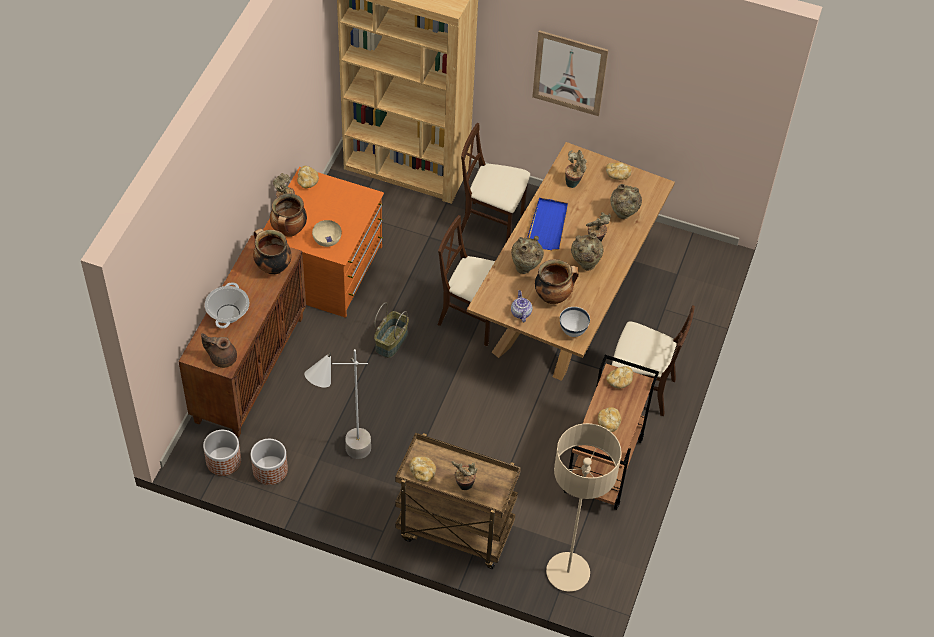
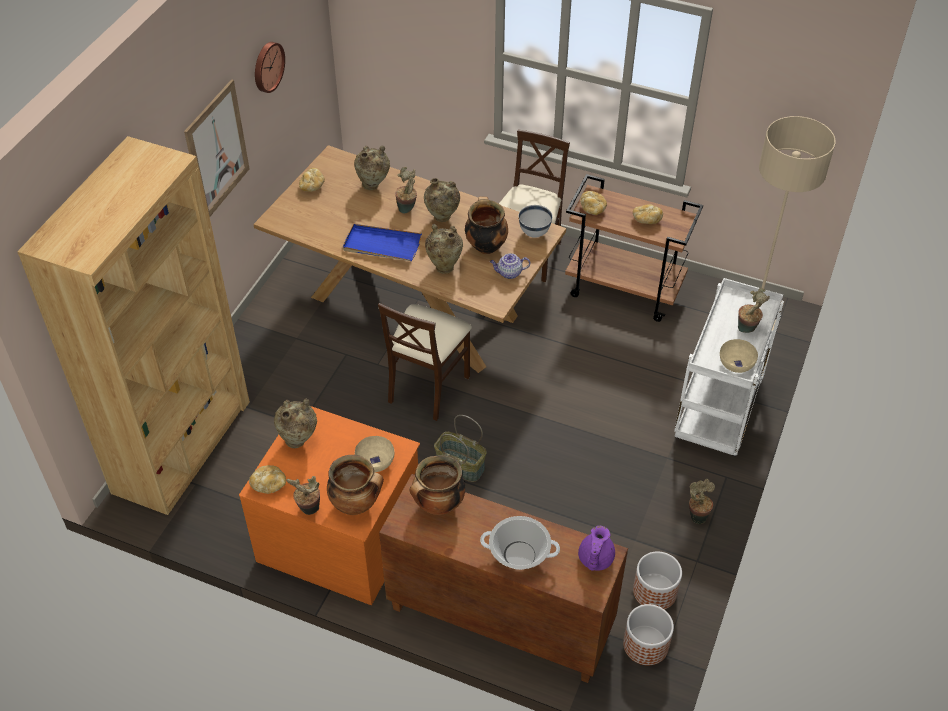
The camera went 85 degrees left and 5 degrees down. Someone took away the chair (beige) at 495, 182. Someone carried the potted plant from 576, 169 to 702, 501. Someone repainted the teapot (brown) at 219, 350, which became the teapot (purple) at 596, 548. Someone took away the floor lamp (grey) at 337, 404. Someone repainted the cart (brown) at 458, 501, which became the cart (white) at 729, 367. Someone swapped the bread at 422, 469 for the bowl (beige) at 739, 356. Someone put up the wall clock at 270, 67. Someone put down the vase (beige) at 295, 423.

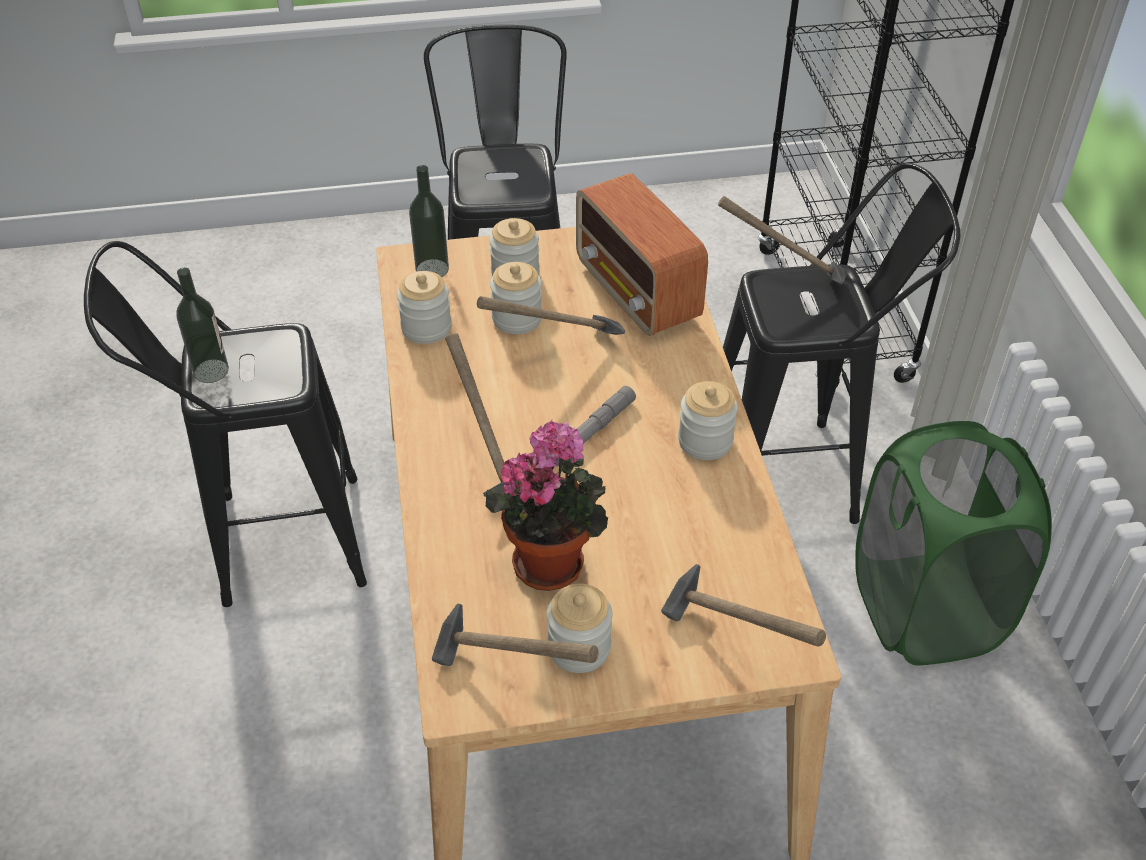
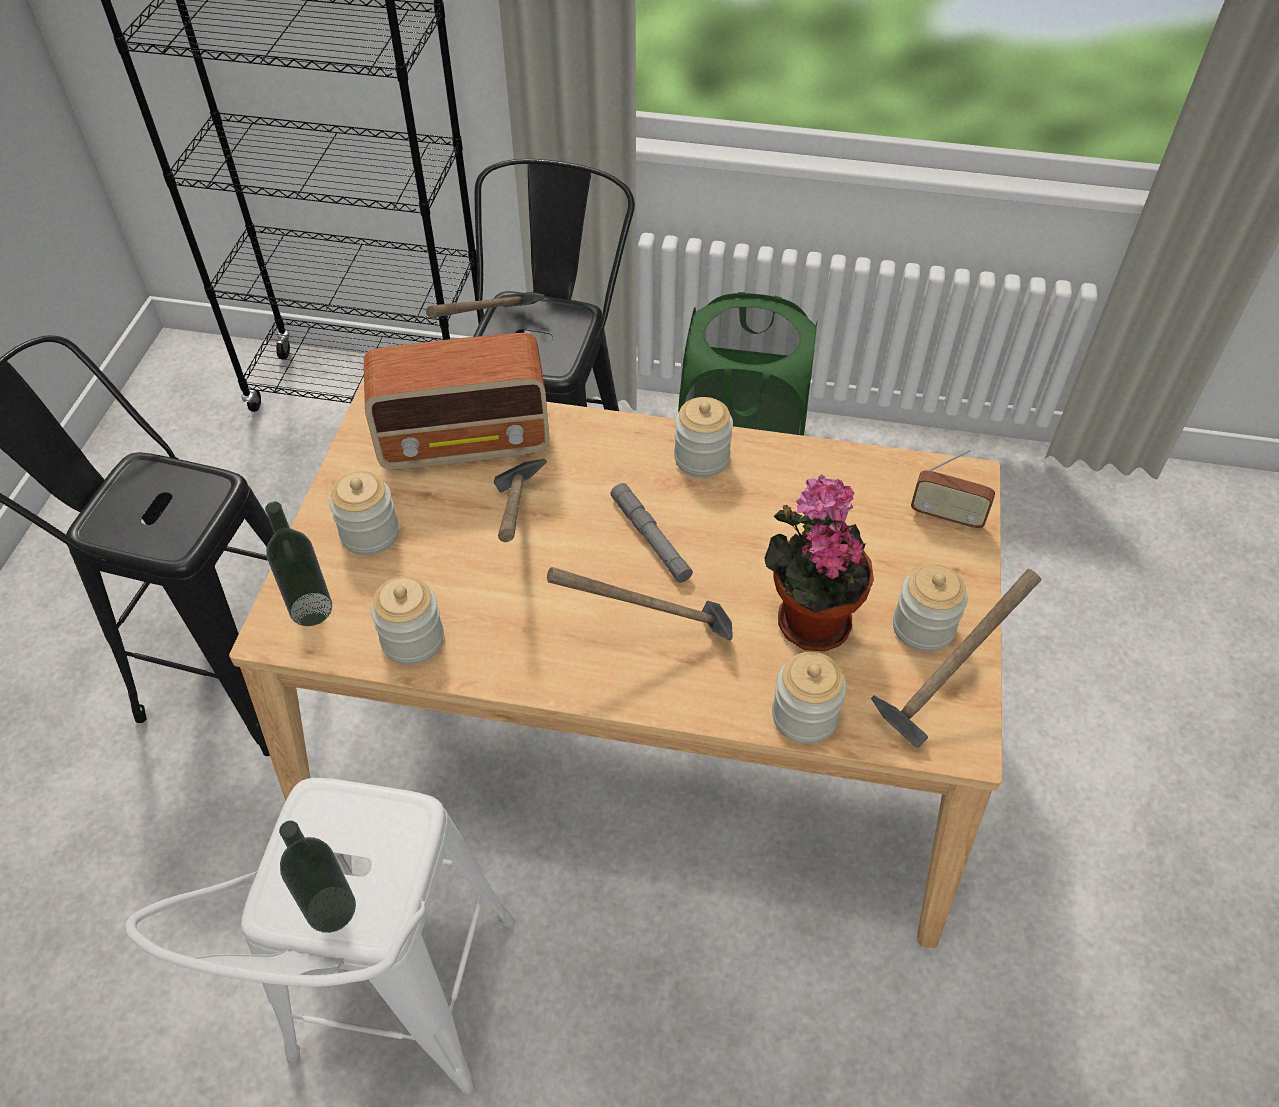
The camera went 70 degrees left and 5 degrees up. Someone repainted the stool (black) at 225, 424, which became the stool (white) at 320, 937. Someone carried the jar from 516, 298 to 809, 698. Someone swapped the hammer at 743, 605 for the radio at 953, 489.

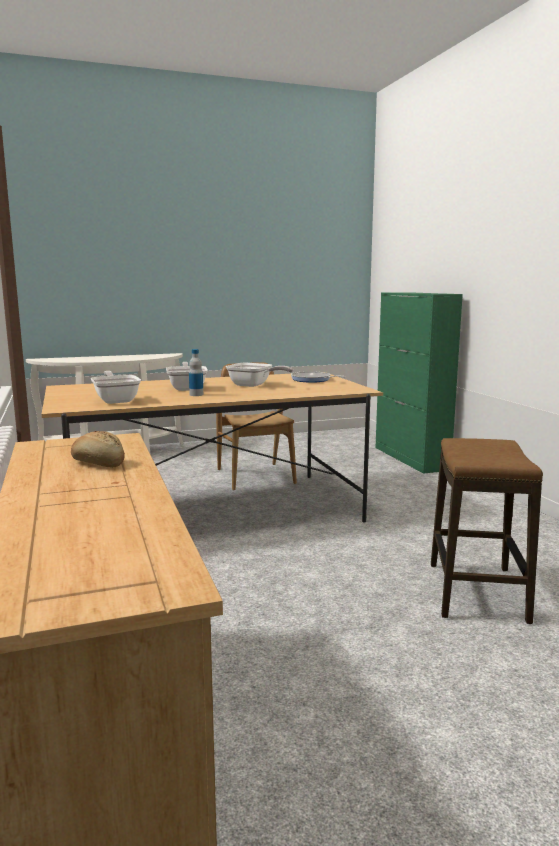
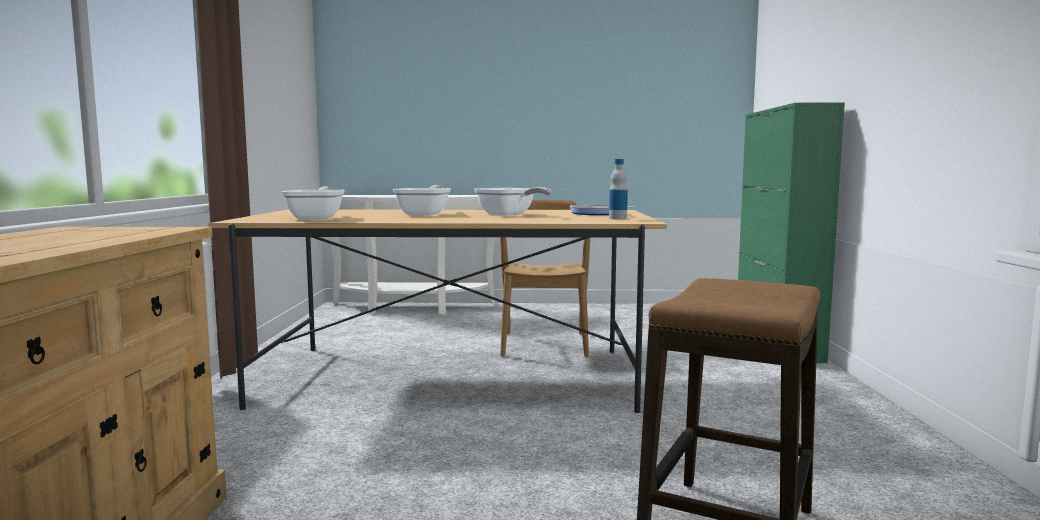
The camera went 20 degrees right and 5 degrees down. Someone carried the bottle from 196, 372 to 618, 189. Someone took away the bread at 98, 449.

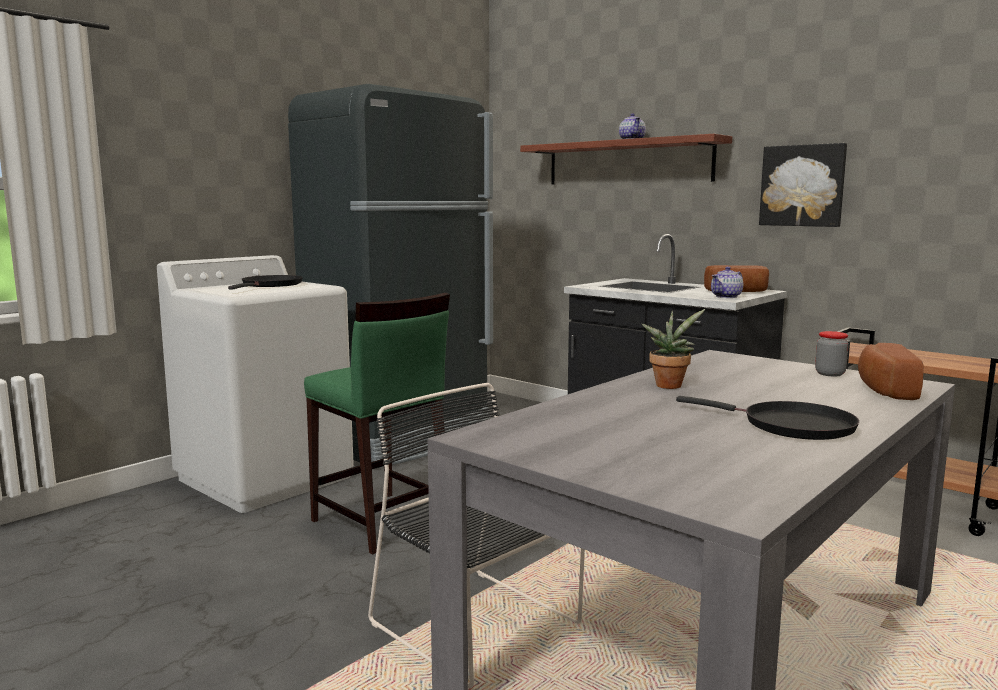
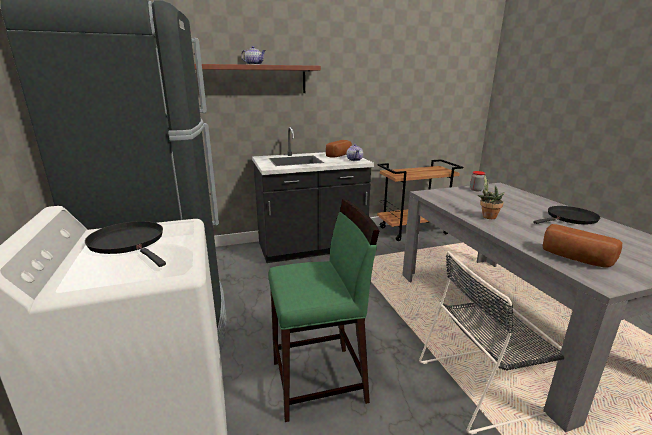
The camera went 60 degrees left and 10 degrees up. Someone took away the picture at 803, 185. Someone carried the bread from 891, 371 to 582, 246.

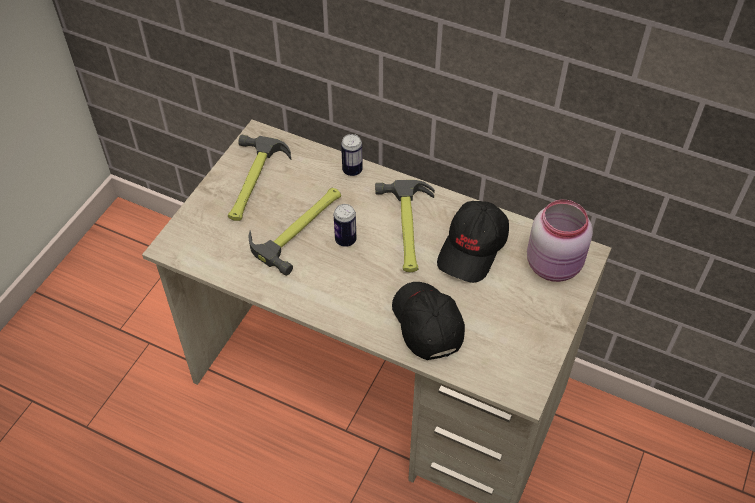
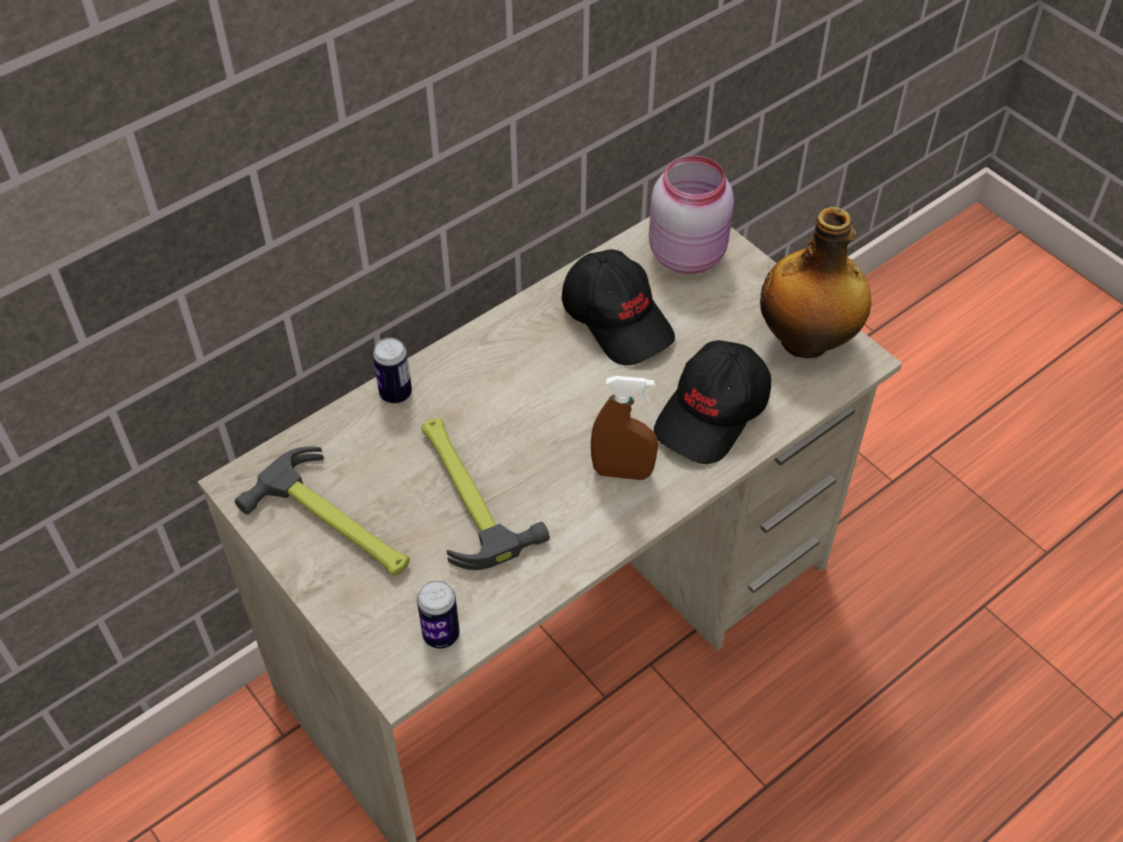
The camera went 65 degrees left and 0 degrees up. Someone took away the hammer at 405, 226. Someone carried the can from 345, 225 to 438, 614. Someone rotated the cap (black) at 428, 321 by 60 degrees counterclockwise. Someone put down the bottle at 816, 282. Someone put down the spray bottle (brown) at 624, 428.

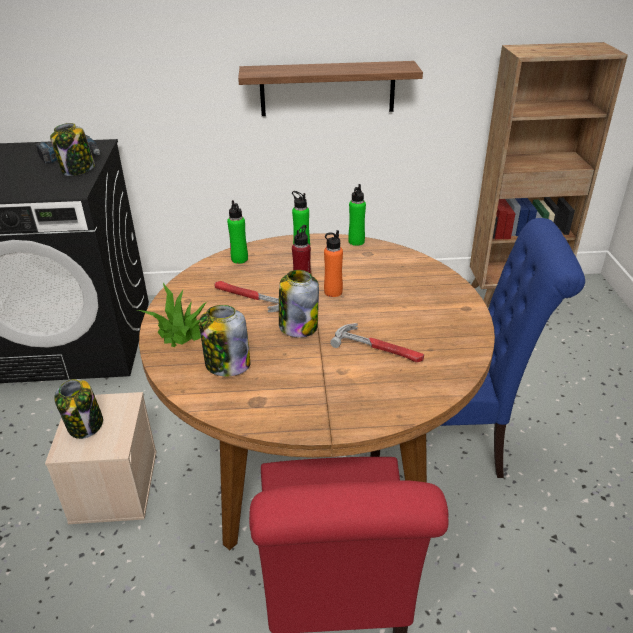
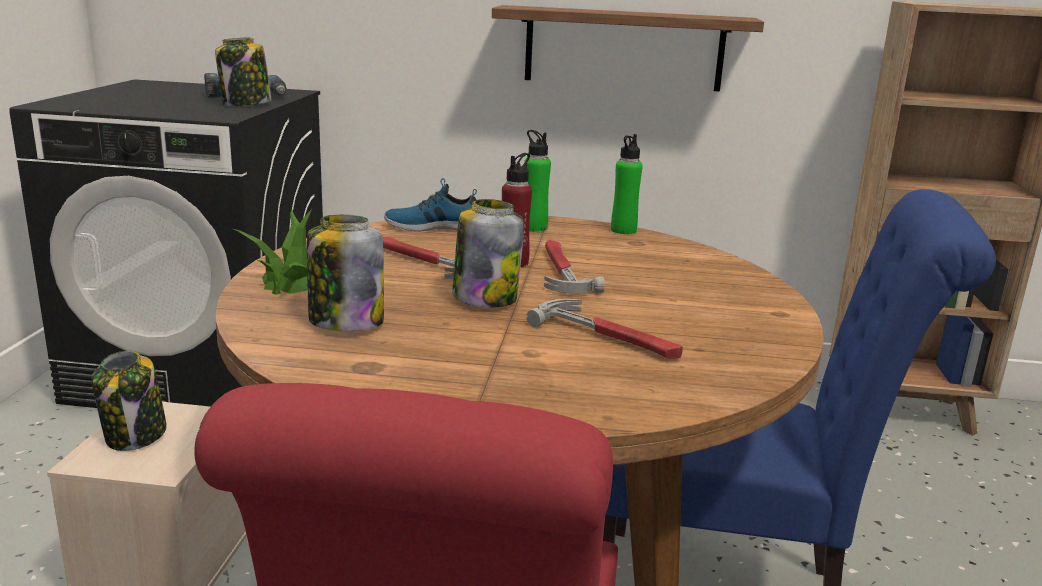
The camera went 10 degrees right and 15 degrees down. Someone swapped the bottle (green) at 237, 232 for the shoe at 430, 204. Someone swapped the bottle (orange) at 333, 263 for the hammer at 574, 267.

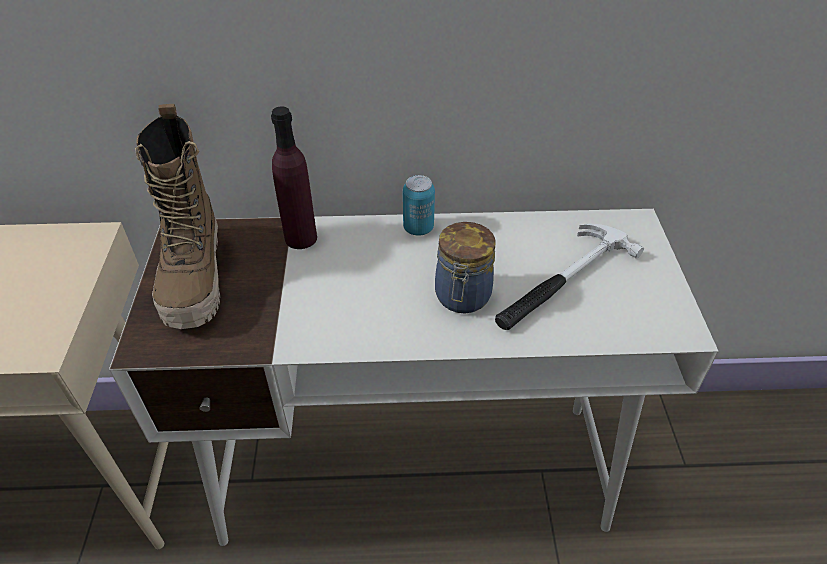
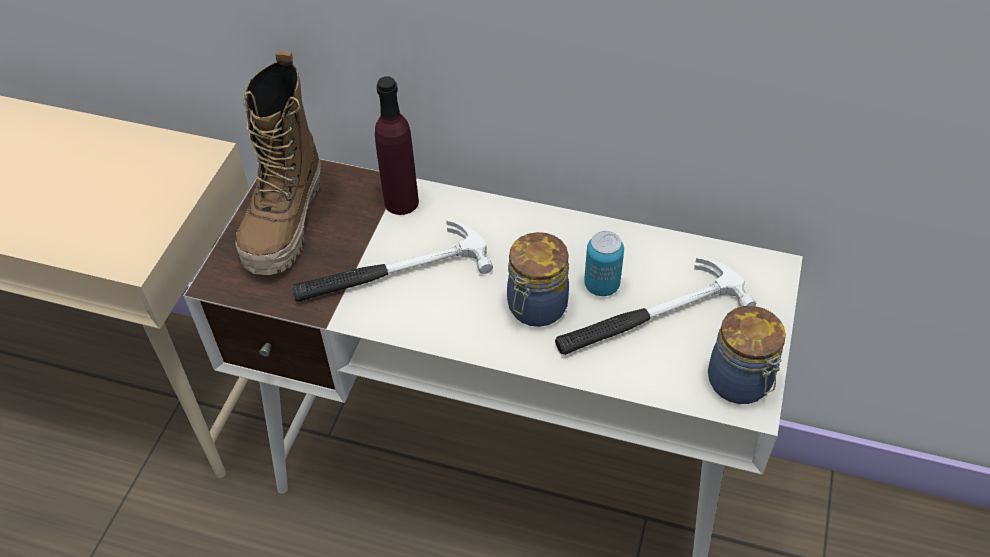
The camera went 20 degrees right and 5 degrees up. Someone carried the can from 419, 205 to 604, 263. Someone put down the hammer at 392, 261. Someone put down the jar at 747, 355.

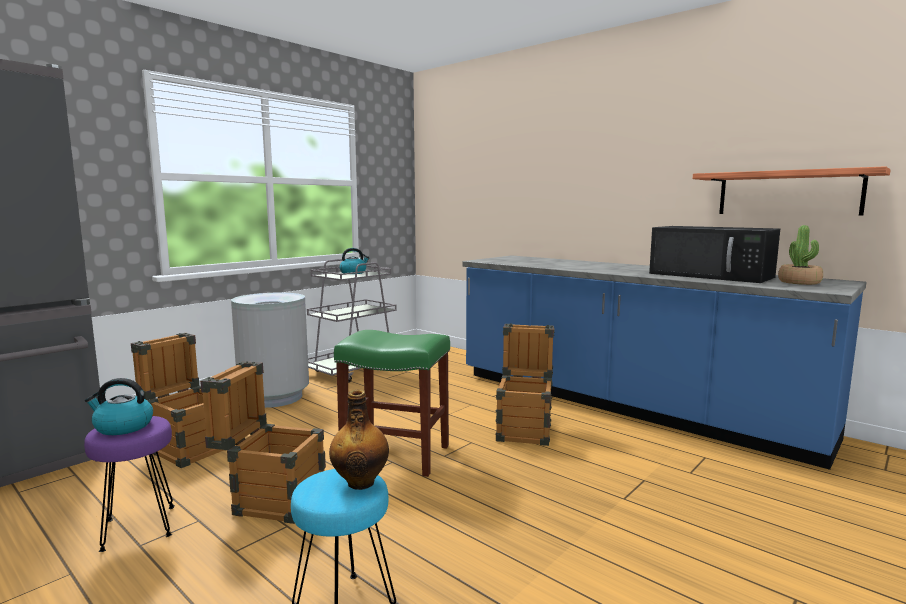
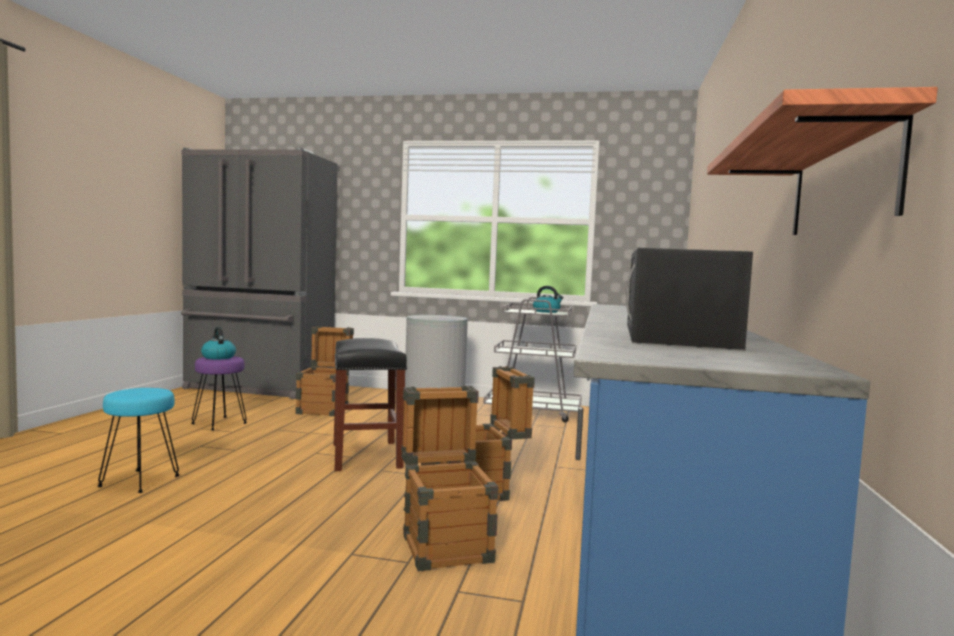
The camera went 60 degrees right and 5 degrees down. Someone took away the potted plant at 800, 255. Someone repainted the stool (green) at 392, 403, which became the stool (black) at 370, 404. Someone carried the crate from 263, 442 to 450, 478. Someone took away the bottle at 359, 440.

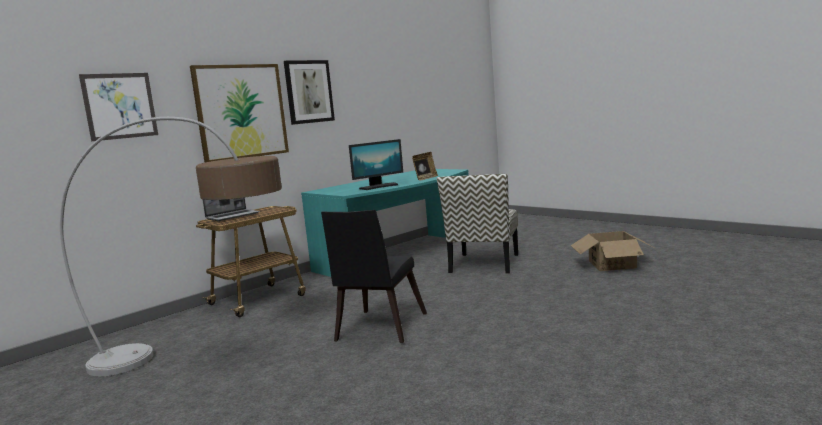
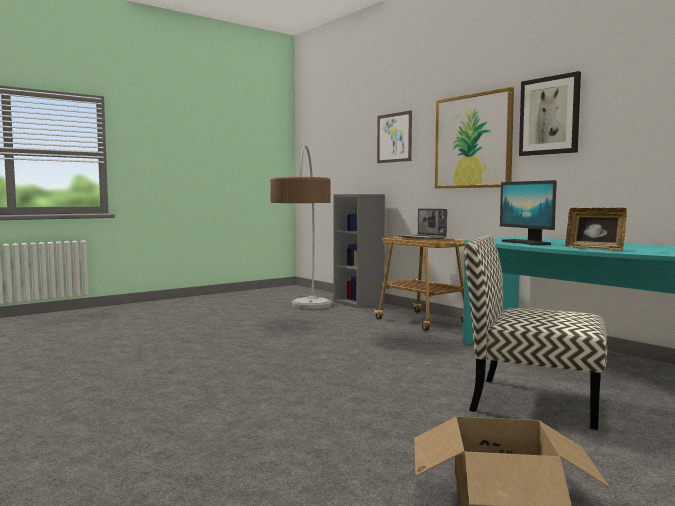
The camera went 95 degrees right and 5 degrees down. Someone took away the chair (black) at 374, 276. Someone put down the bookcase (grey) at 359, 251.

